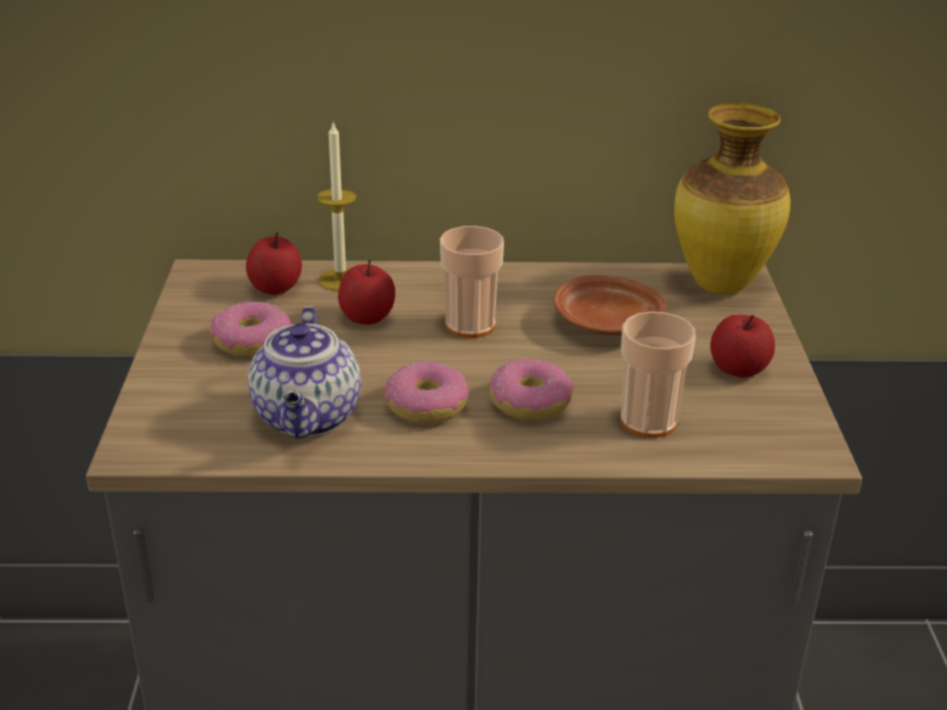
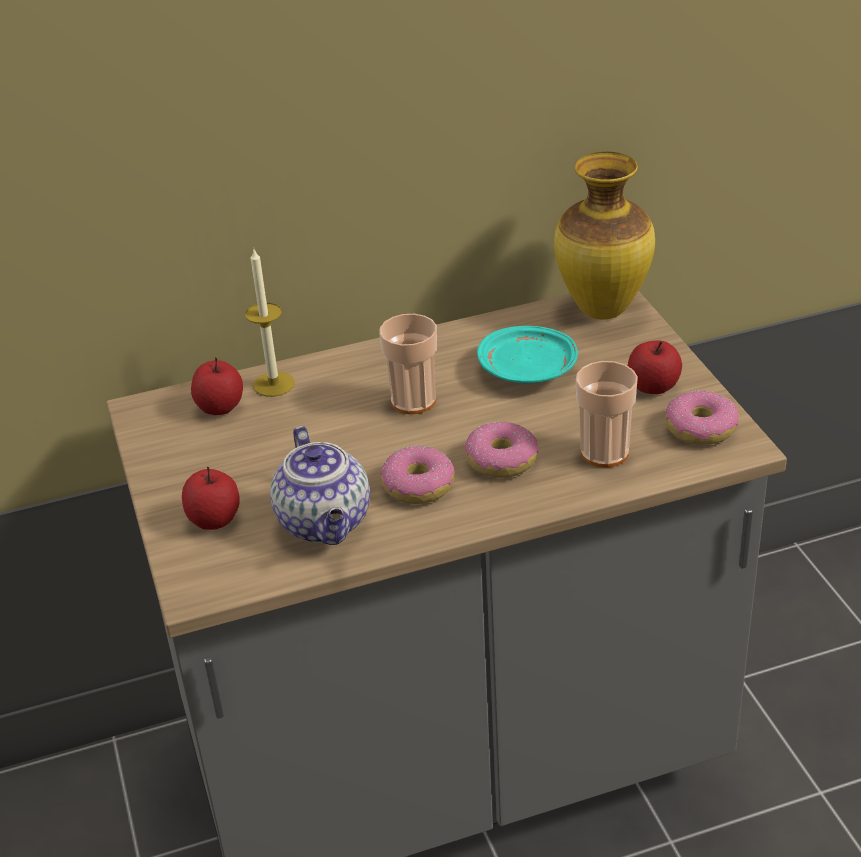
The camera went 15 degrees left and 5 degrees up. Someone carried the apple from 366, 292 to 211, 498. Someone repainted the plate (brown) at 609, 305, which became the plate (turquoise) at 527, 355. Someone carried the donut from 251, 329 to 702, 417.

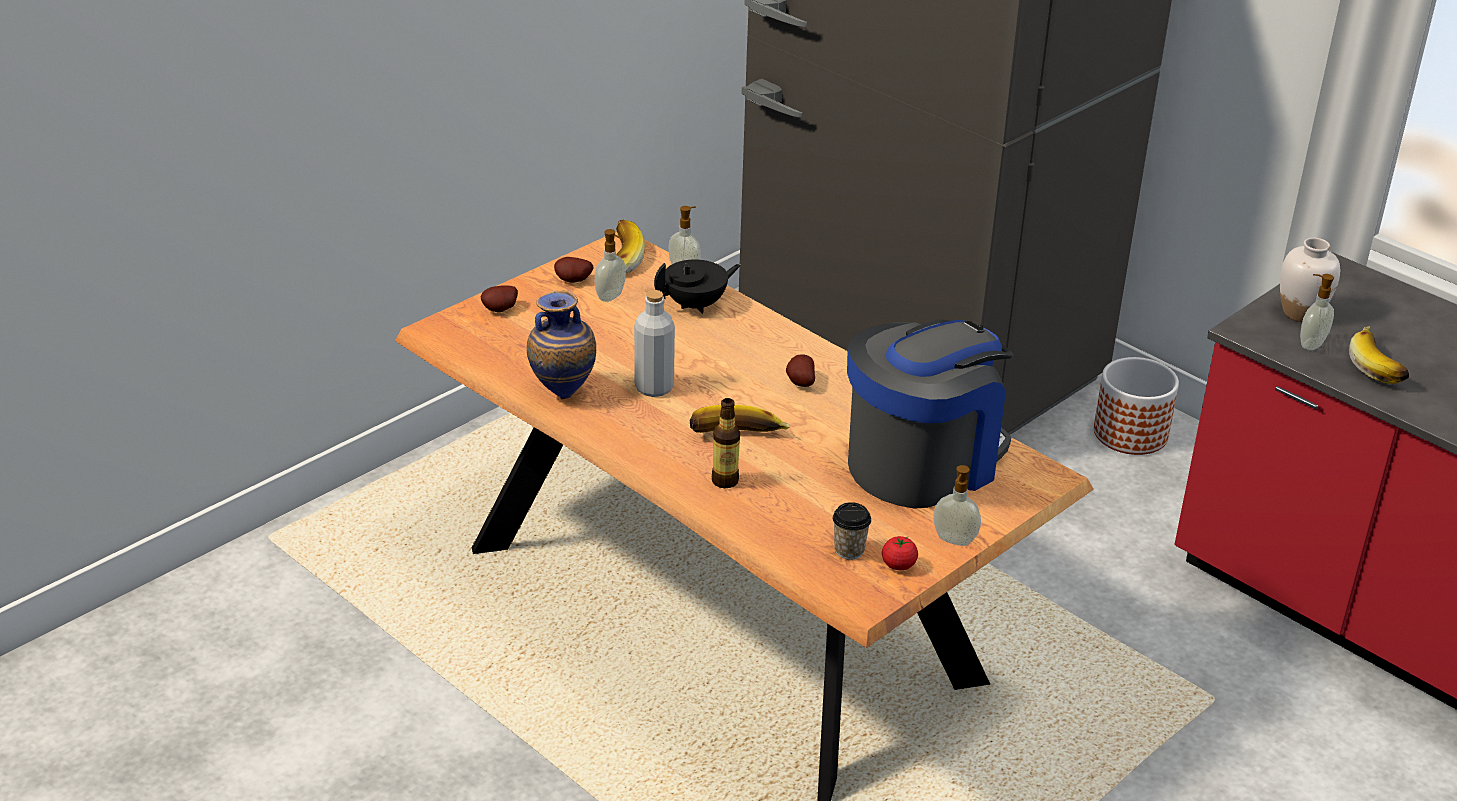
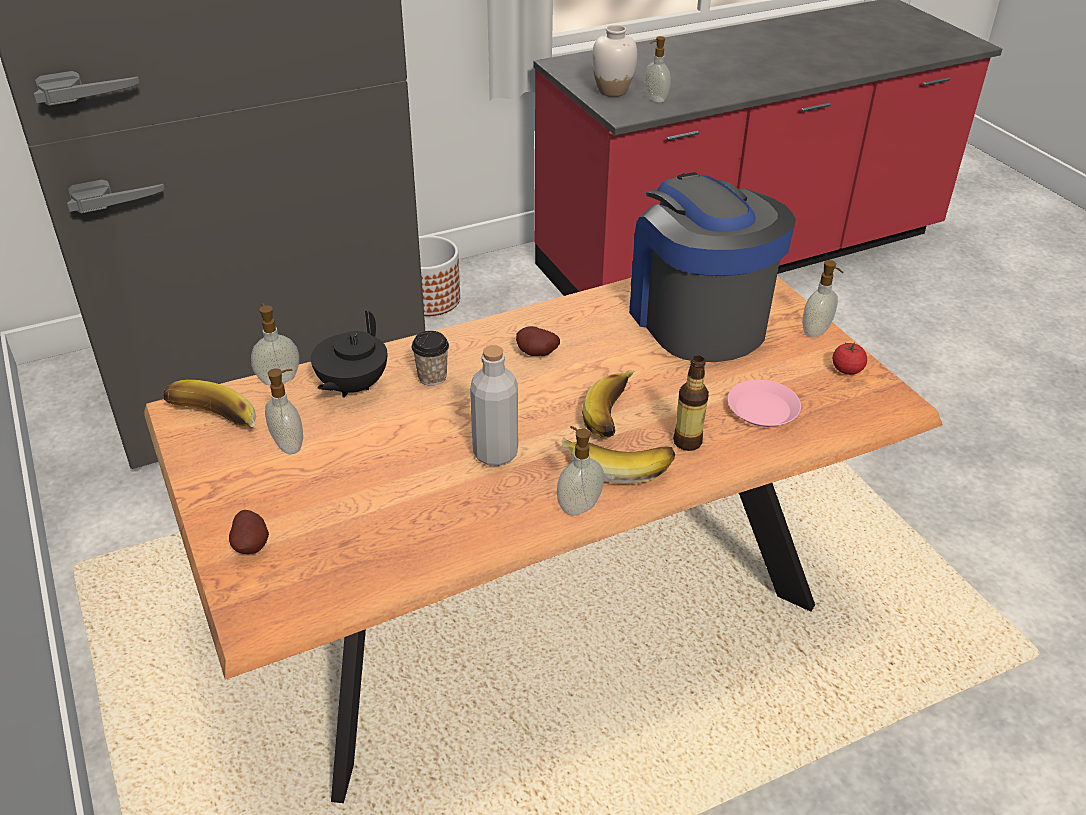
The camera went 70 degrees left and 5 degrees up. Someone took away the potato at 573, 270. Someone rotated the teapot (black) at 697, 287 by 150 degrees counterclockwise. Someone took away the vase at 561, 345. Someone carried the banana from 1379, 355 to 618, 460. Someone carried the cup from 852, 531 to 430, 358. Someone put down the plate (pink) at 764, 403. Someone put down the soap dispenser at 580, 471.

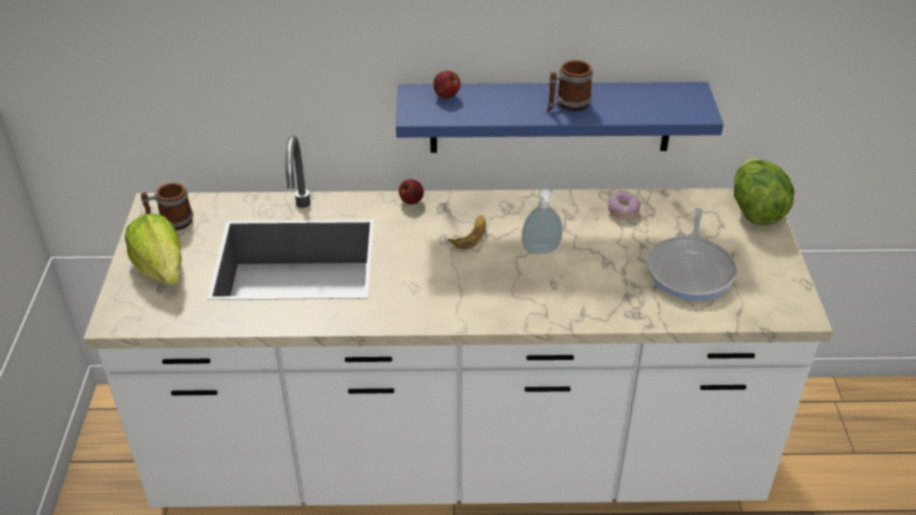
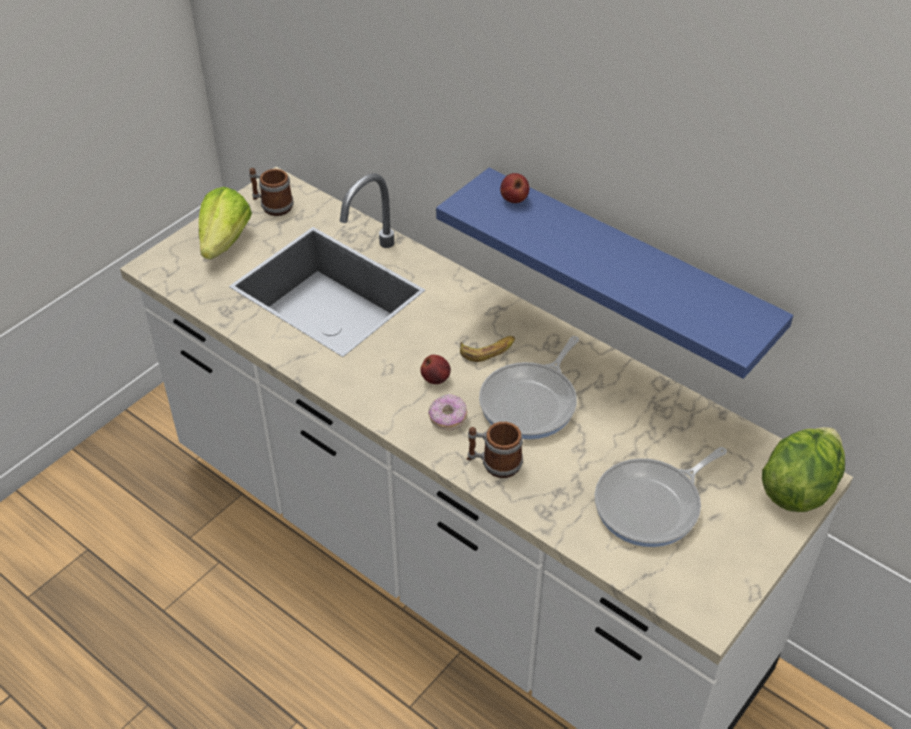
The camera went 40 degrees right and 5 degrees up. Someone carried the mug from 570, 85 to 495, 450. Someone carried the apple from 411, 192 to 435, 369. Someone swapped the soap dispenser at 542, 221 for the frying pan at 529, 387. Someone carried the donut from 624, 205 to 447, 412.

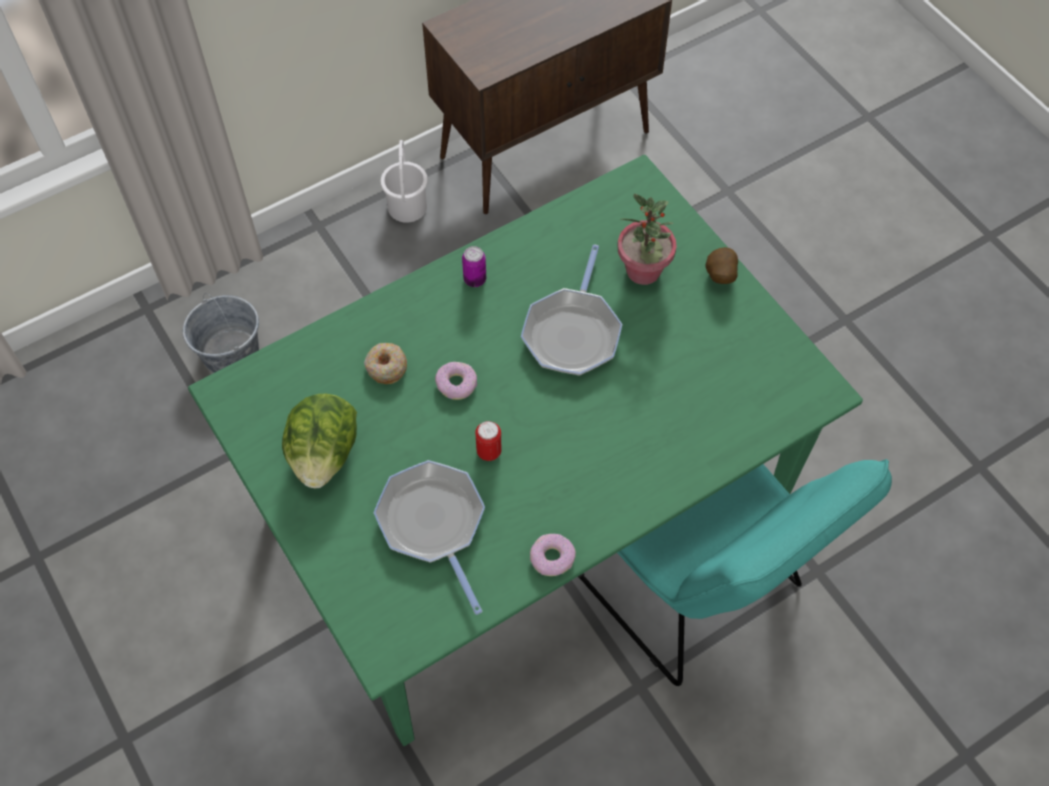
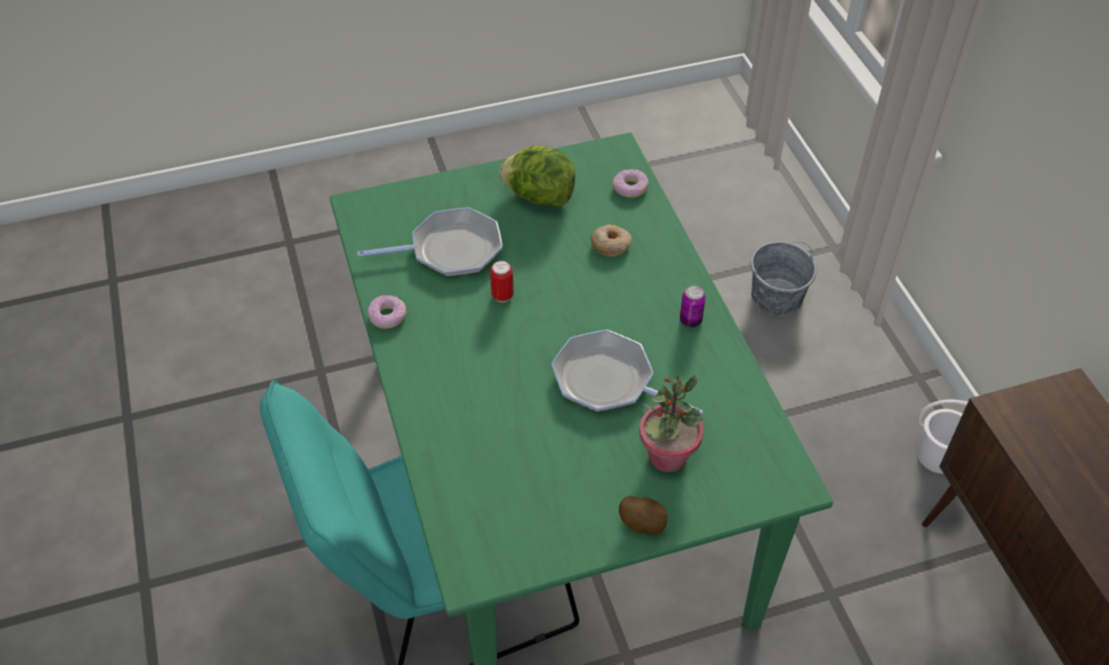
The camera went 105 degrees right and 10 degrees down. Someone carried the donut from 456, 381 to 630, 183.

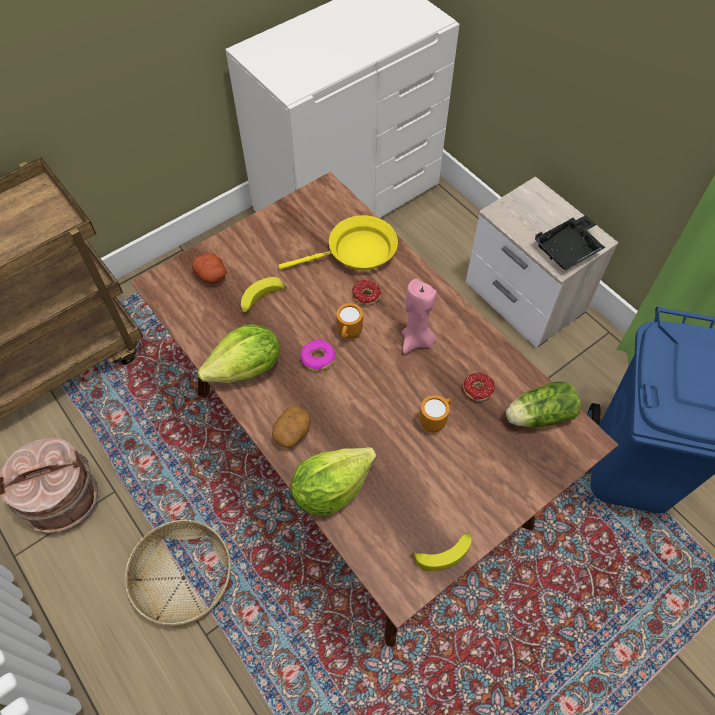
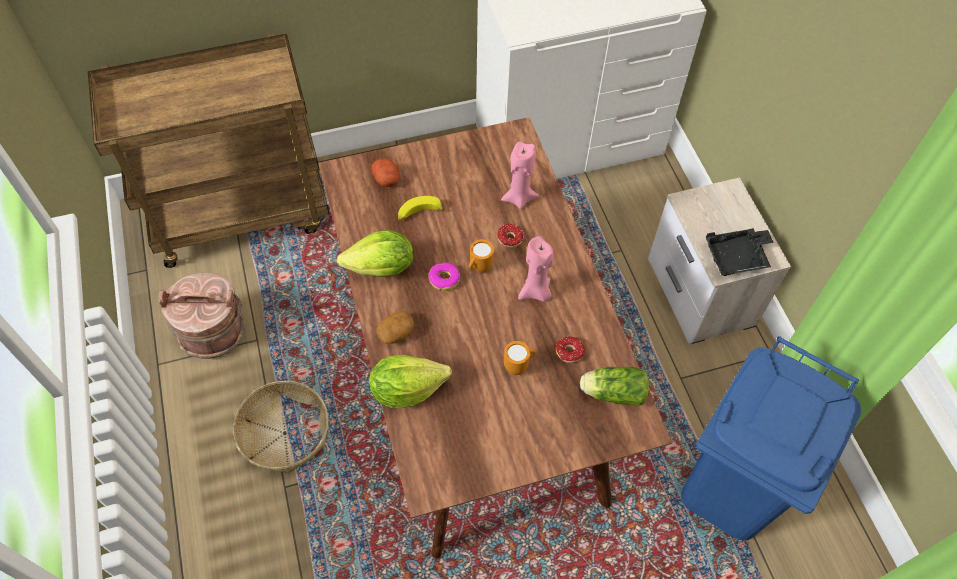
The camera went 20 degrees right and 0 degrees up. Someone swapped the frying pan (yellow) at 338, 242 for the candle (pink) at 520, 175. Someone took away the banana at 441, 551.

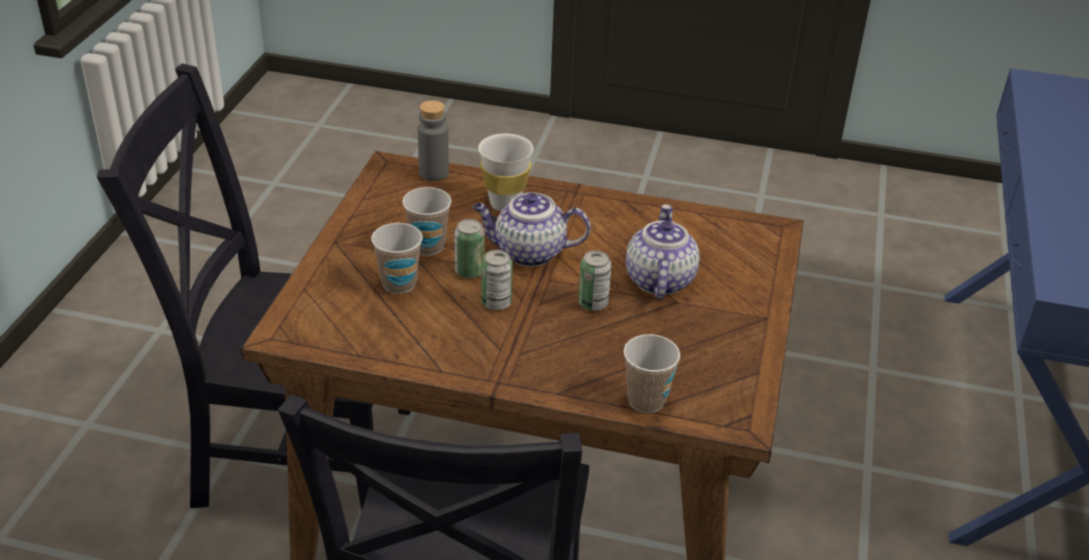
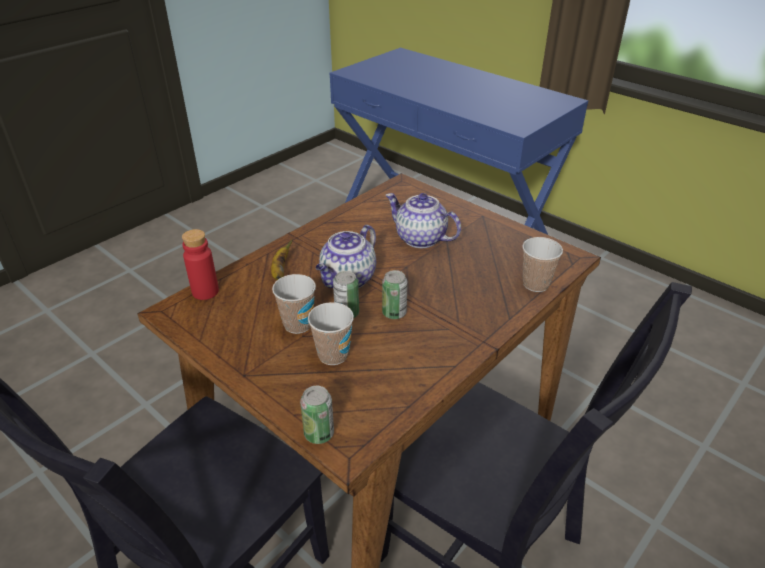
The camera went 60 degrees left and 0 degrees up. Someone repainted the bottle (grey) at 433, 140, which became the bottle (red) at 200, 264. Someone swapped the cup (white) at 506, 172 for the banana at 281, 259. Someone carried the can from 595, 280 to 317, 415.

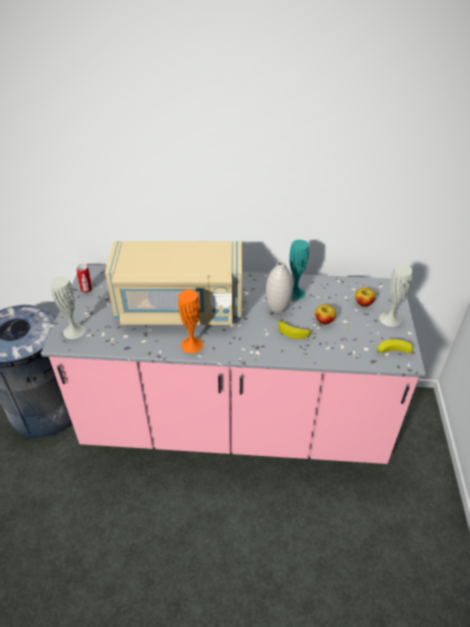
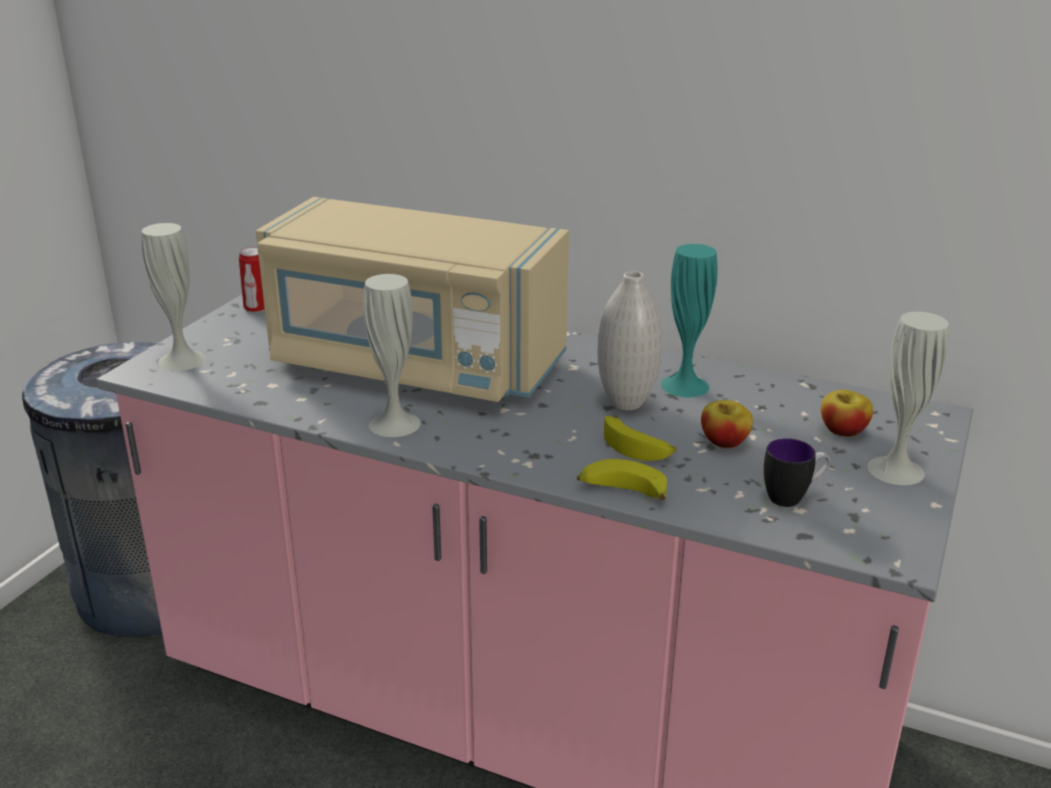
The camera went 20 degrees right and 15 degrees down. Someone repainted the vase (orange) at 190, 321, which became the vase (white) at 392, 355. Someone carried the banana from 395, 346 to 622, 479. Someone put down the mug at 797, 472.

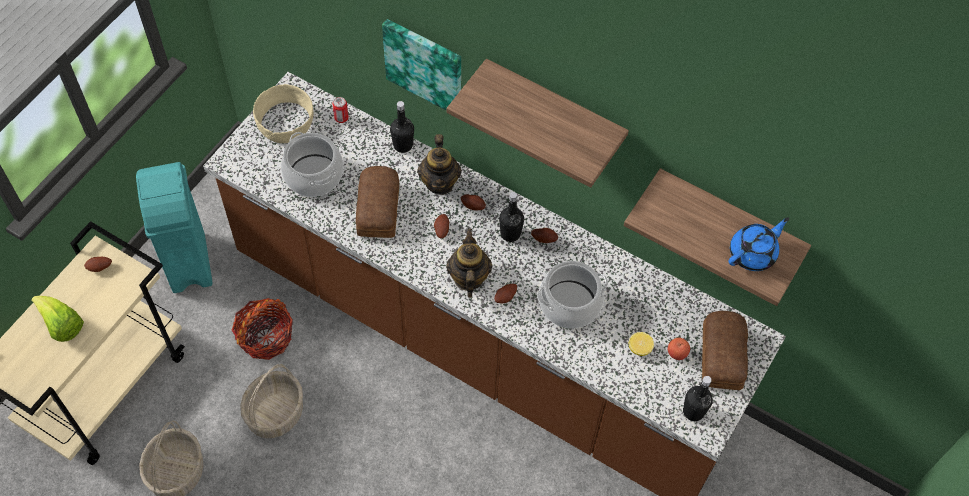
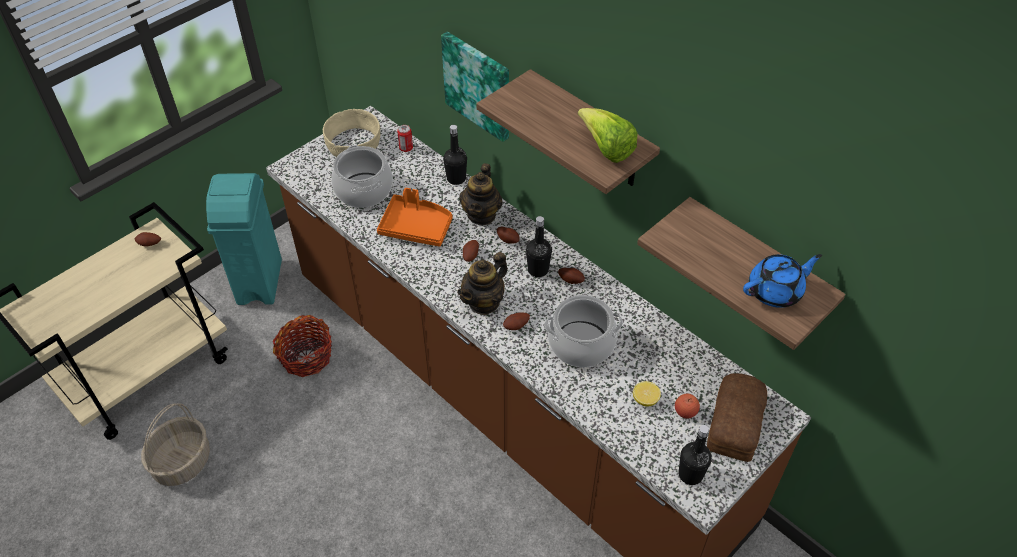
The camera went 15 degrees right and 10 degrees down. Someone swapped the bread at 377, 202 for the tray (orange) at 414, 217. Someone rotated the teapot at 469, 263 by 150 degrees counterclockwise. Someone carried the lettuce from 58, 319 to 608, 135. Someone took away the basket at 271, 401.

